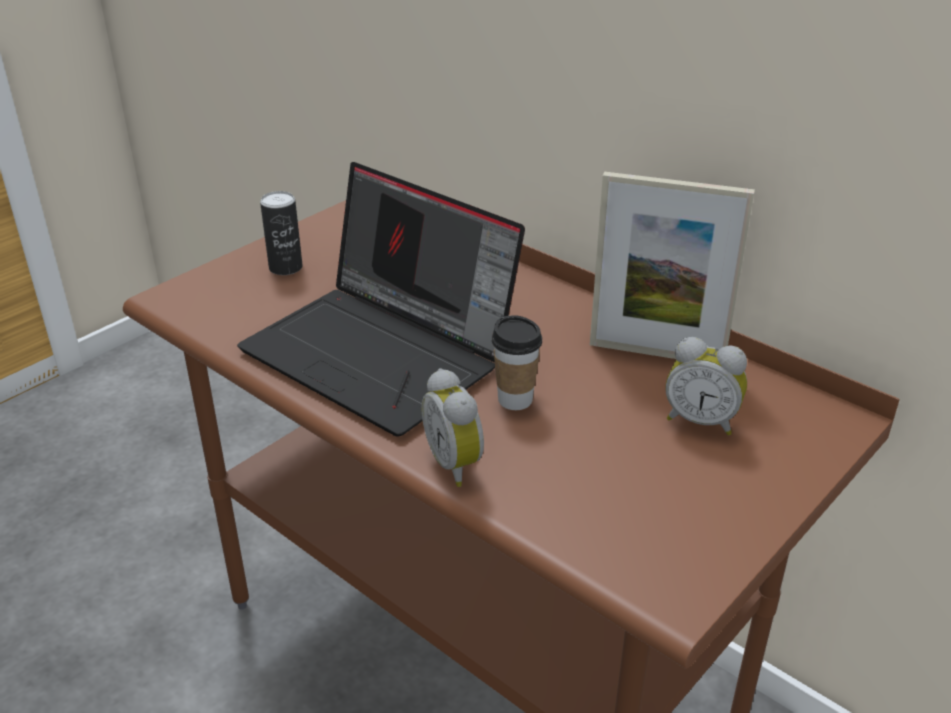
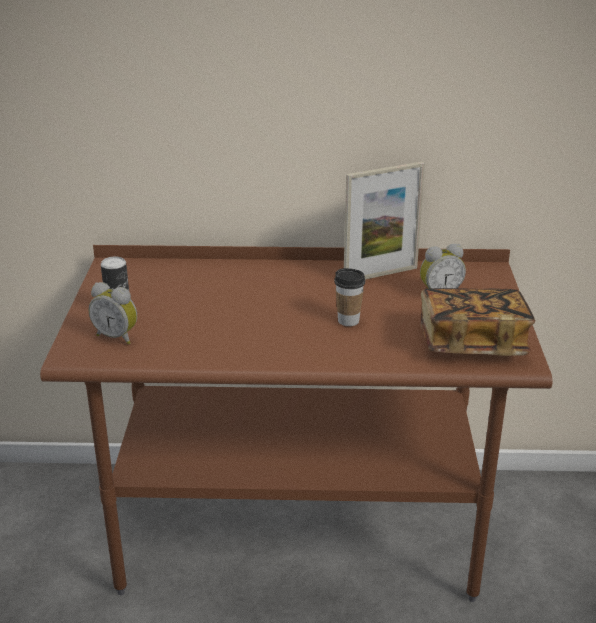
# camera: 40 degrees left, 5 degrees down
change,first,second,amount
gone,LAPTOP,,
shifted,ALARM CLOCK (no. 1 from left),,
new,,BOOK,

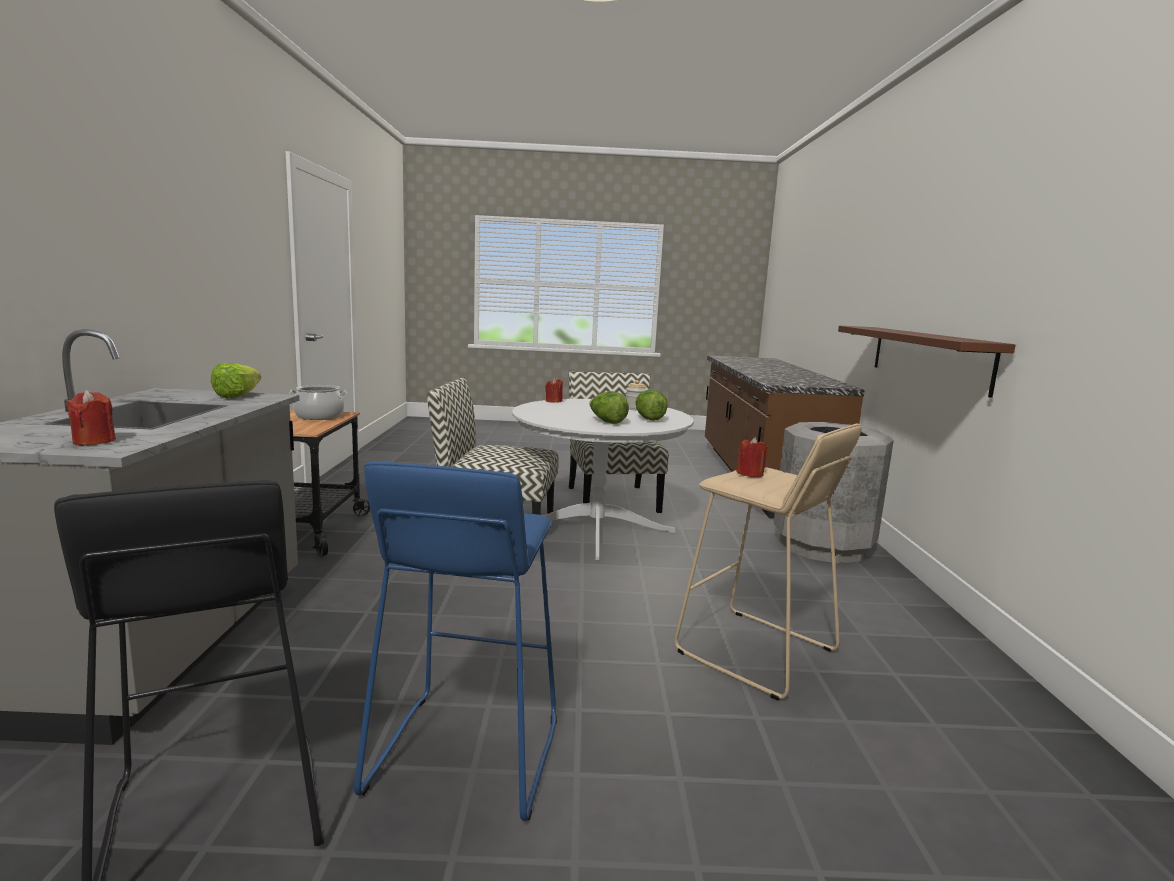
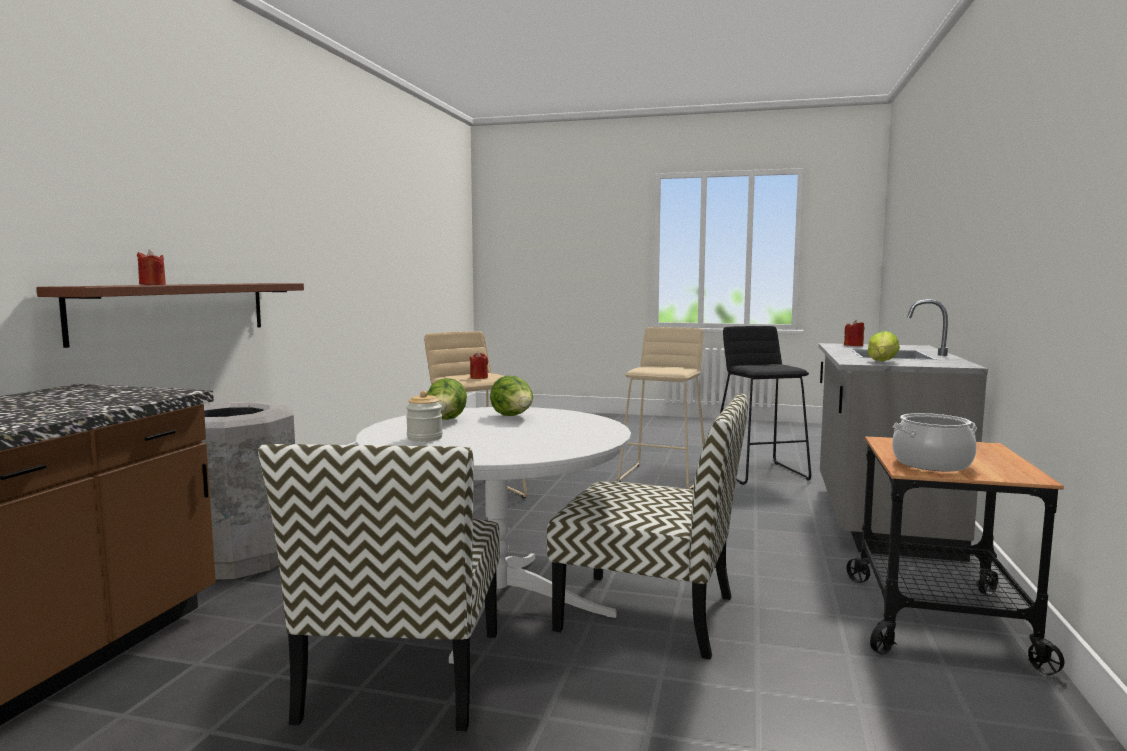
# camera: 165 degrees left, 5 degrees down
change,first,second,amount
shifted,RED CANDLE (no. 2 from left in the first image),RED CANDLE (no. 1 from left),
repainted,BLUE STOOL,BEIGE STOOL (no. 2 from left),

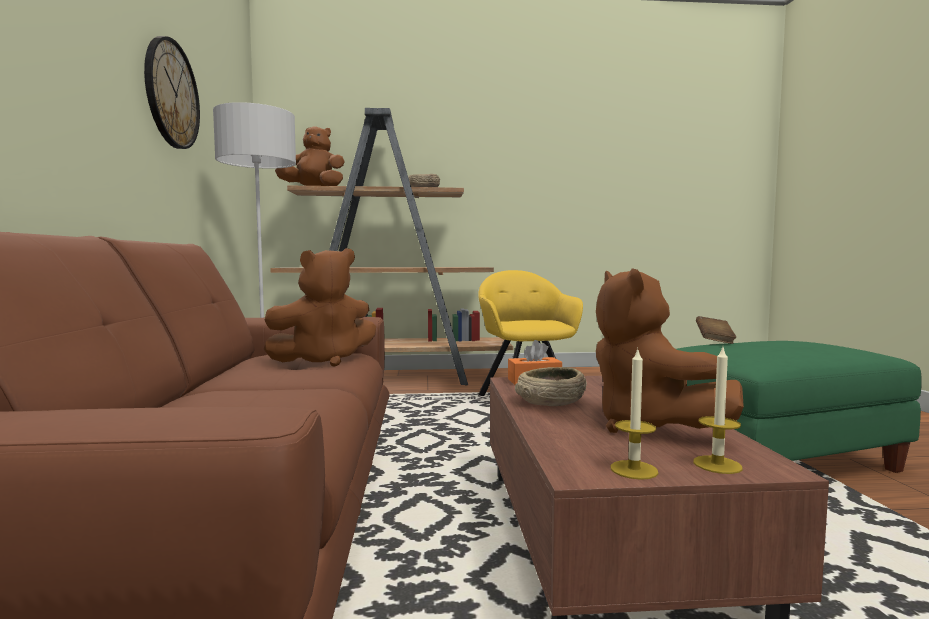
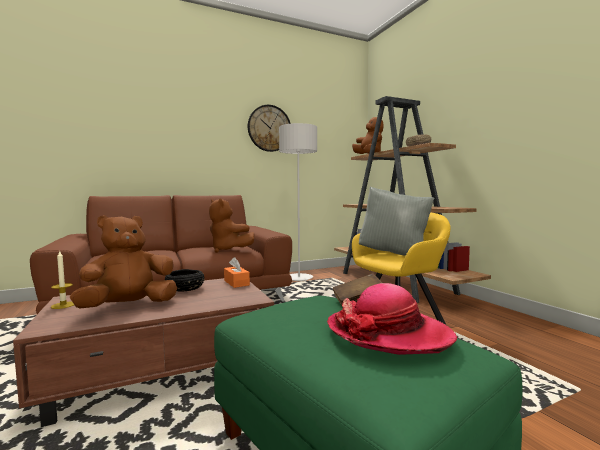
# camera: 70 degrees right, 0 degrees up
change,first,second,amount
gone,CANDLE (no. 2 from left),,
repainted,BEIGE BOWL (no. 2 from left),BLACK BOWL,
new,,GREY PILLOW,
new,,HAT,

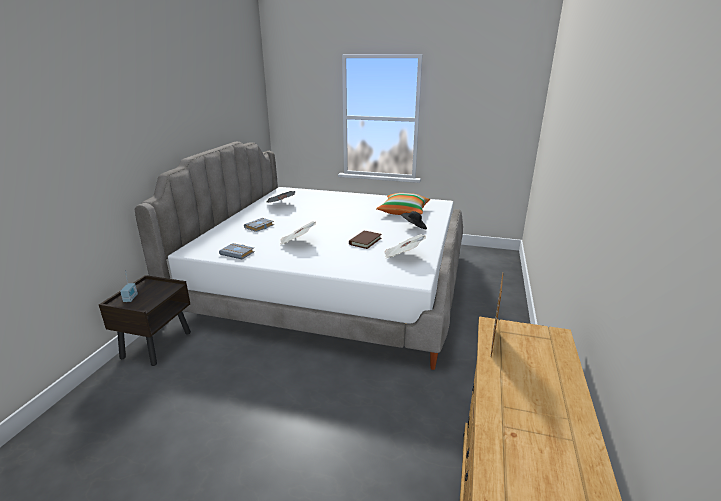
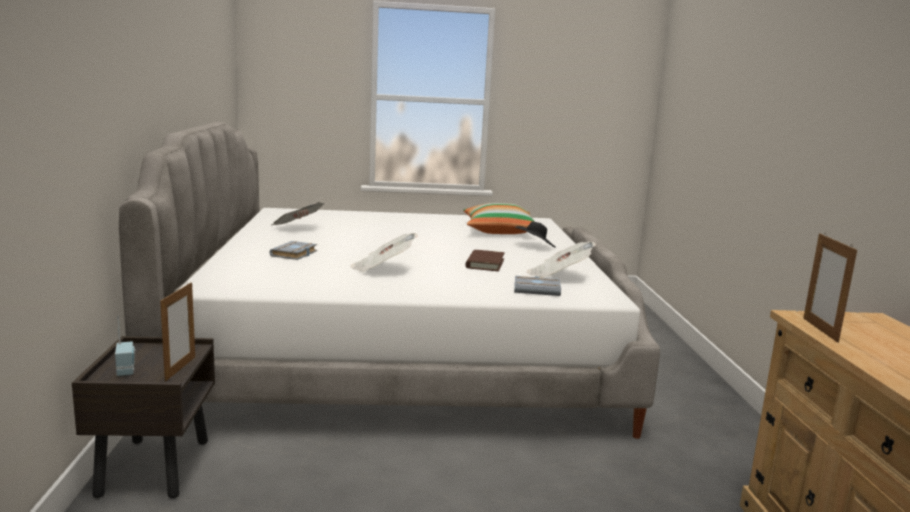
# camera: 20 degrees left, 10 degrees down
change,first,second,amount
shifted,GREY BOOK (no. 1 from left in the first image),GREY BOOK (no. 2 from left),
new,,PICTURE FRAME (no. 1 from left),

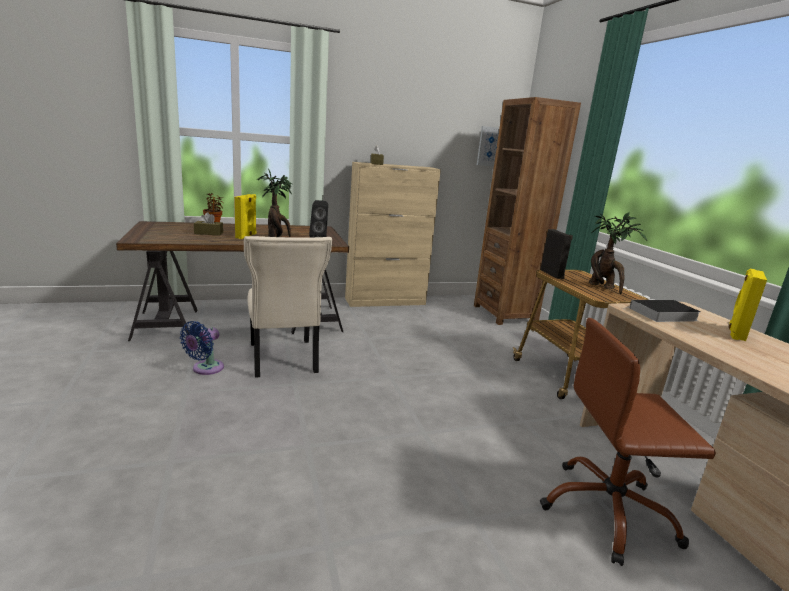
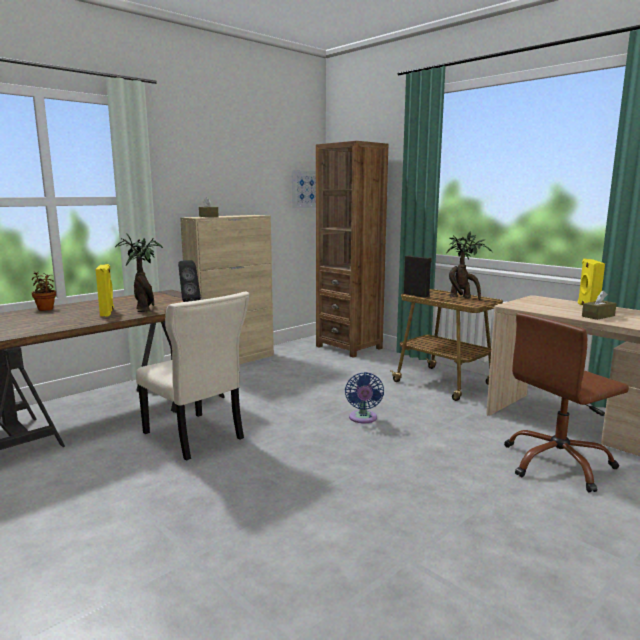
# camera: 25 degrees left, 5 degrees down
change,first,second,amount
shifted,BROWN TISSUE BOX (no. 1 from left in the first image),BROWN TISSUE BOX (no. 2 from left),
gone,BOOK,,
shifted,BLUE FAN,,

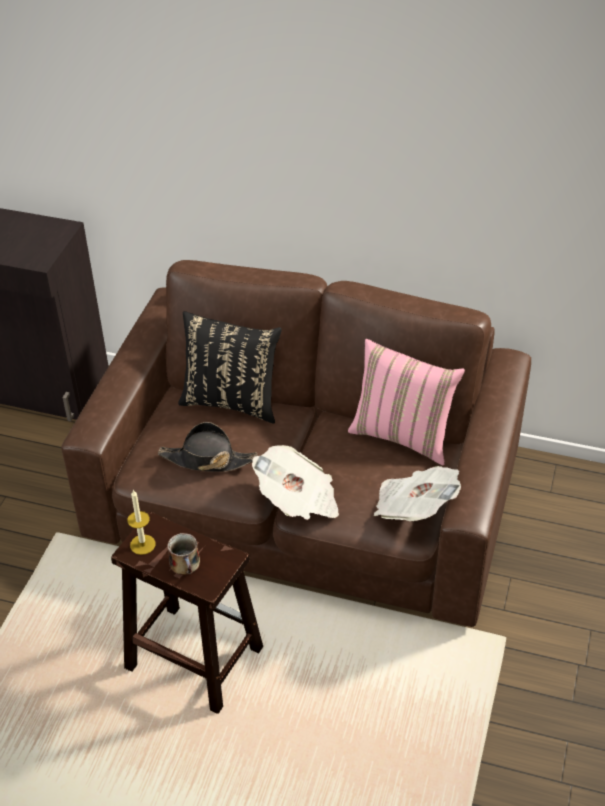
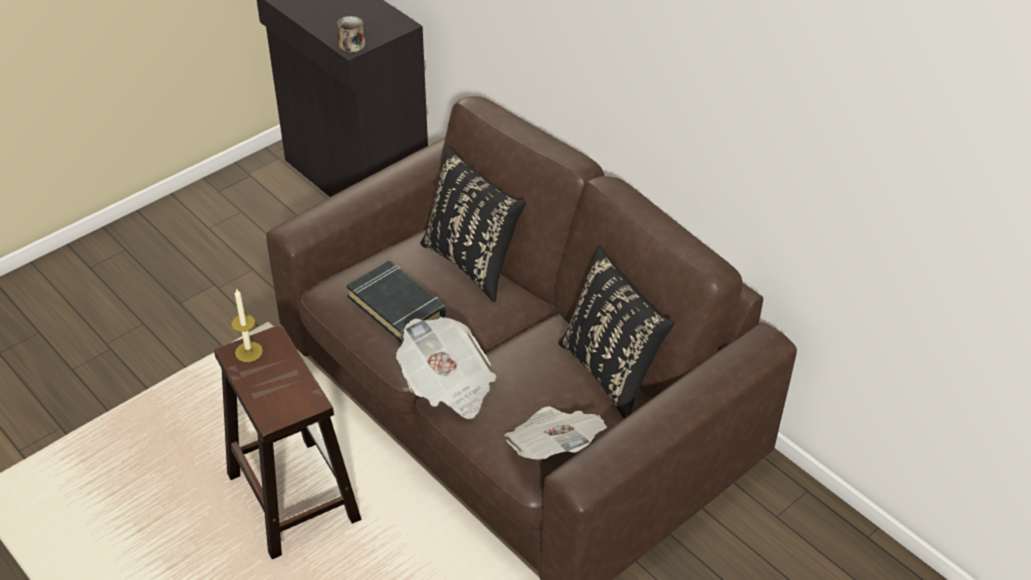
# camera: 30 degrees right, 0 degrees up
change,first,second,amount
repainted,PINK PILLOW,BLACK PILLOW (no. 2 from left),
swapped,BLACK HAT,BLACK BOOK,
shifted,MUG,,

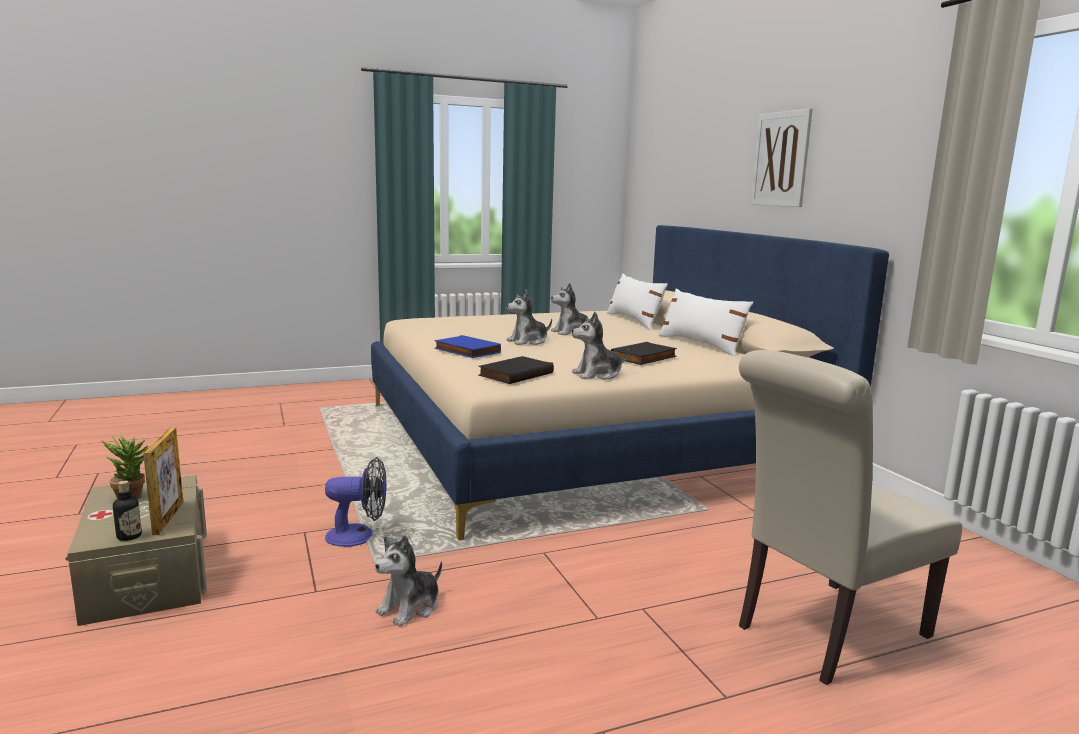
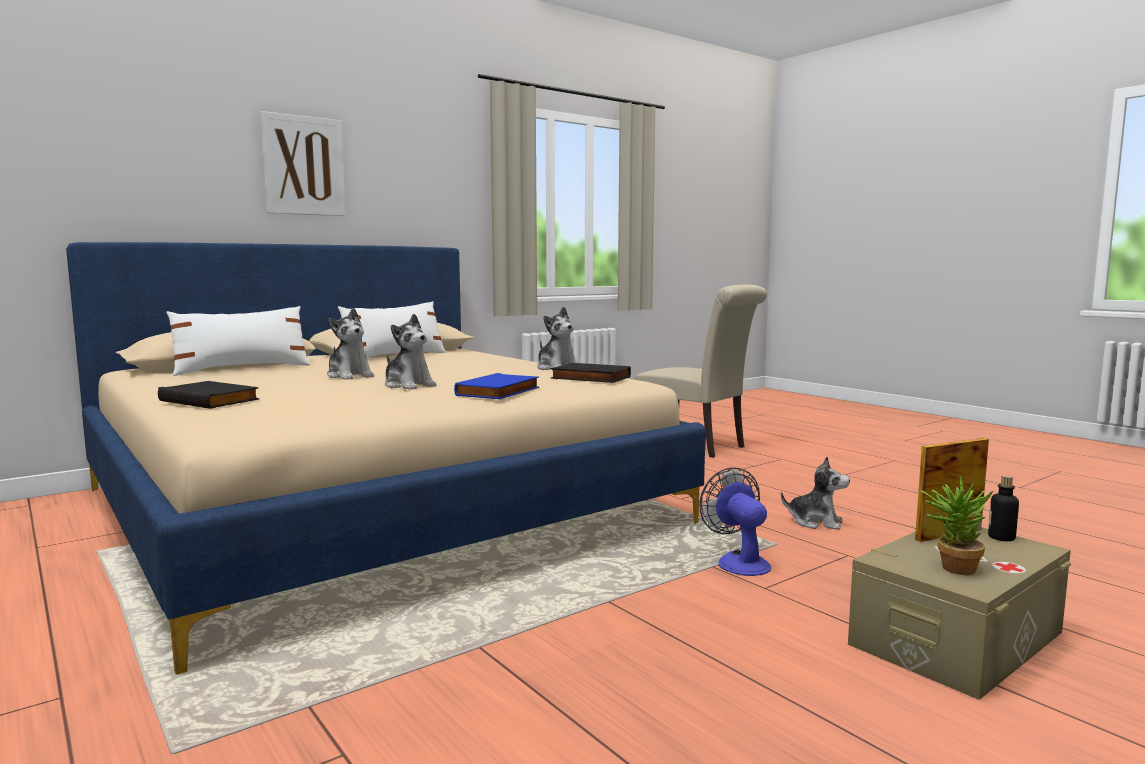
# camera: 105 degrees left, 5 degrees down
change,first,second,amount
shifted,BLACK BOOK (no. 2 from left in the first image),BLACK BOOK (no. 1 from left),

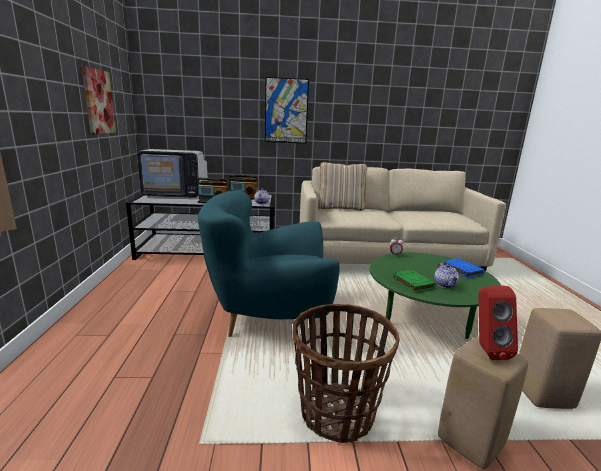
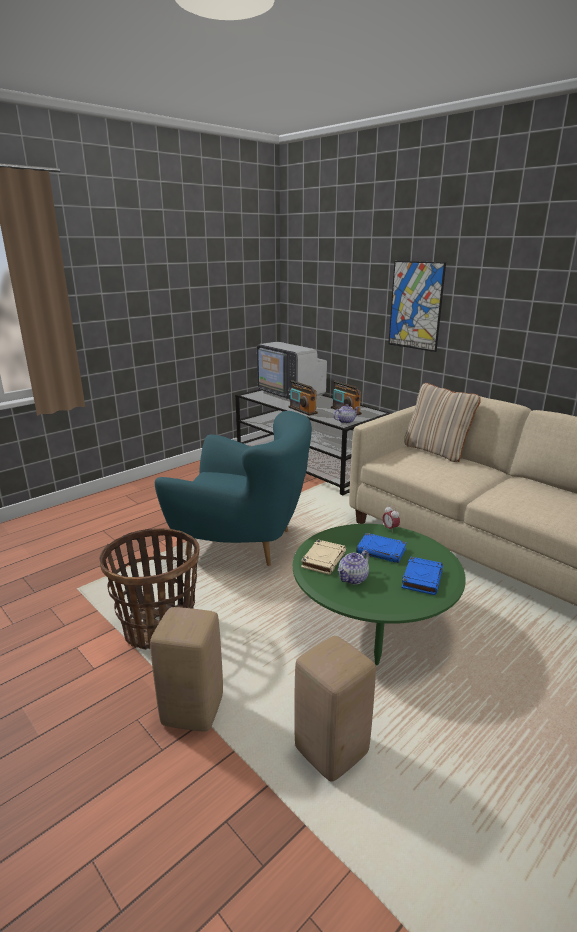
# camera: 50 degrees right, 5 degrees up
change,first,second,amount
gone,PICTURE (no. 1 from left),,
rotated,TURQUOISE ARMCHAIR,,150 degrees clockwise
repainted,GREEN BOOK,BEIGE BOOK,
gone,RED SPEAKER,,
new,,BLUE BOOK (no. 1 from left),

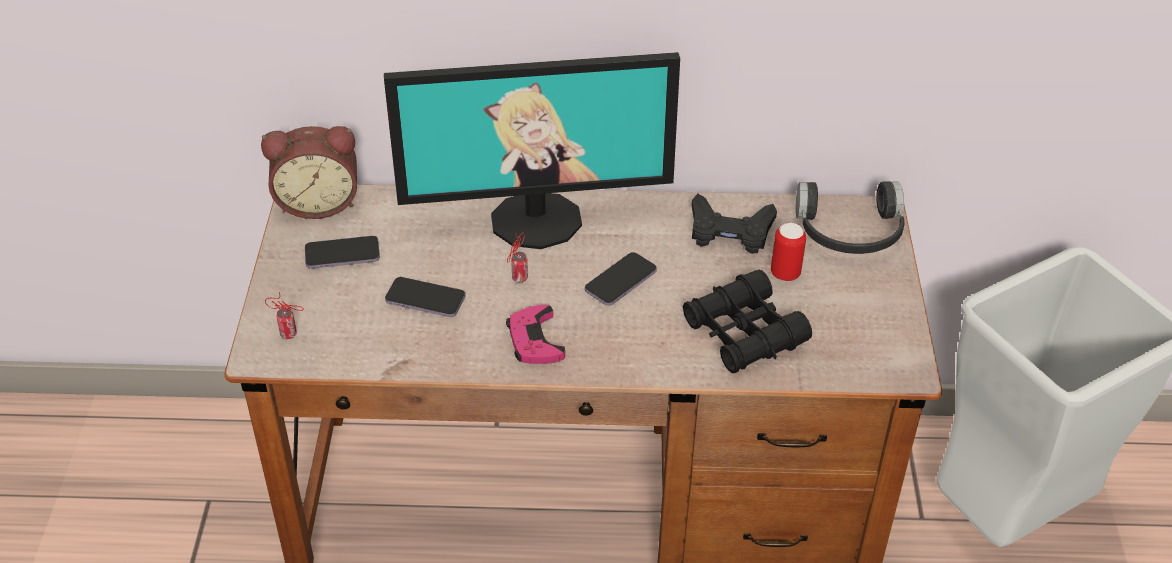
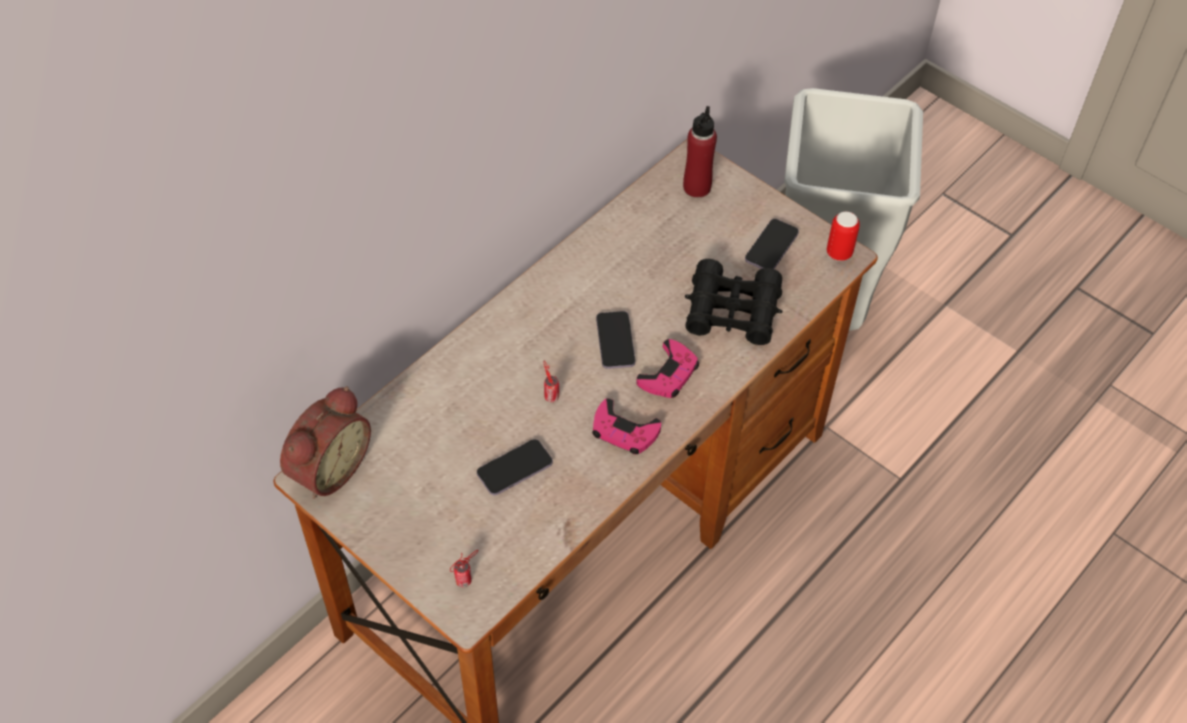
# camera: 50 degrees left, 10 degrees up
change,first,second,amount
gone,MONITOR,,
swapped,BLACK HEADPHONES,RED BOTTLE,
gone,BLACK GAME CONTROLLER,,
shifted,CAN (no. 3 from left),,
shifted,PHONE (no. 1 from left in the first image),PHONE (no. 3 from left),
new,,PINK GAME CONTROLLER (no. 2 from left),

